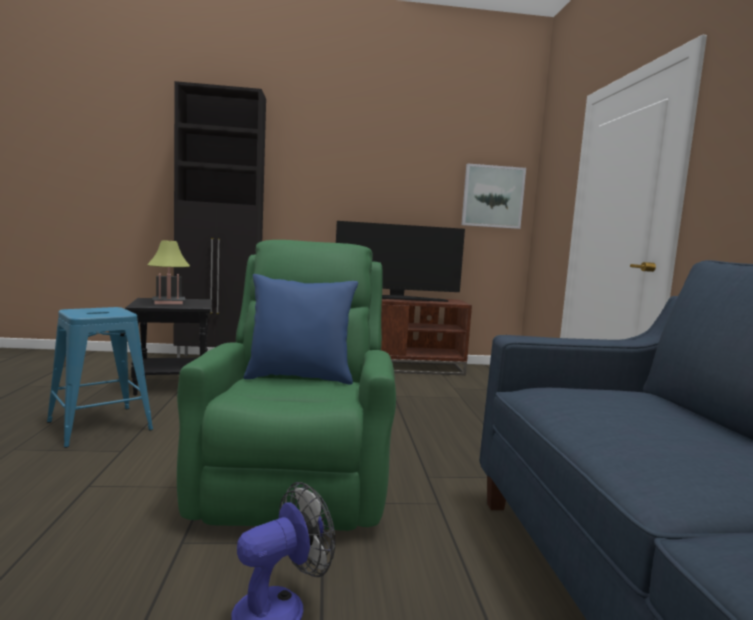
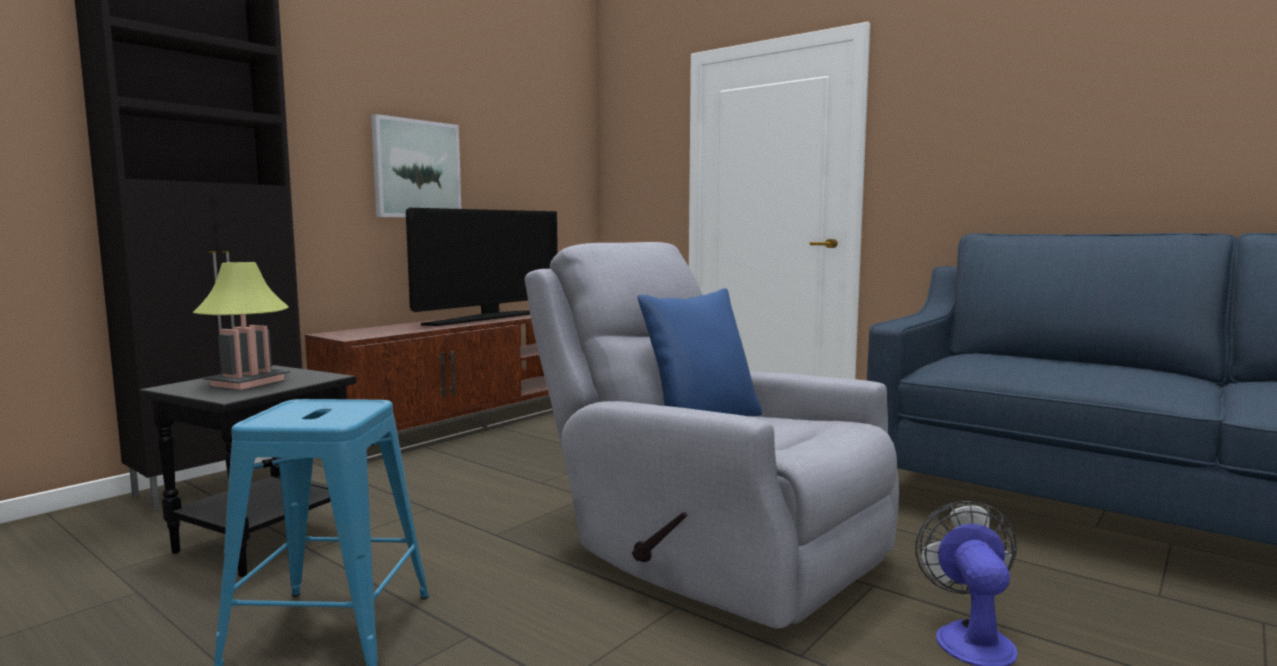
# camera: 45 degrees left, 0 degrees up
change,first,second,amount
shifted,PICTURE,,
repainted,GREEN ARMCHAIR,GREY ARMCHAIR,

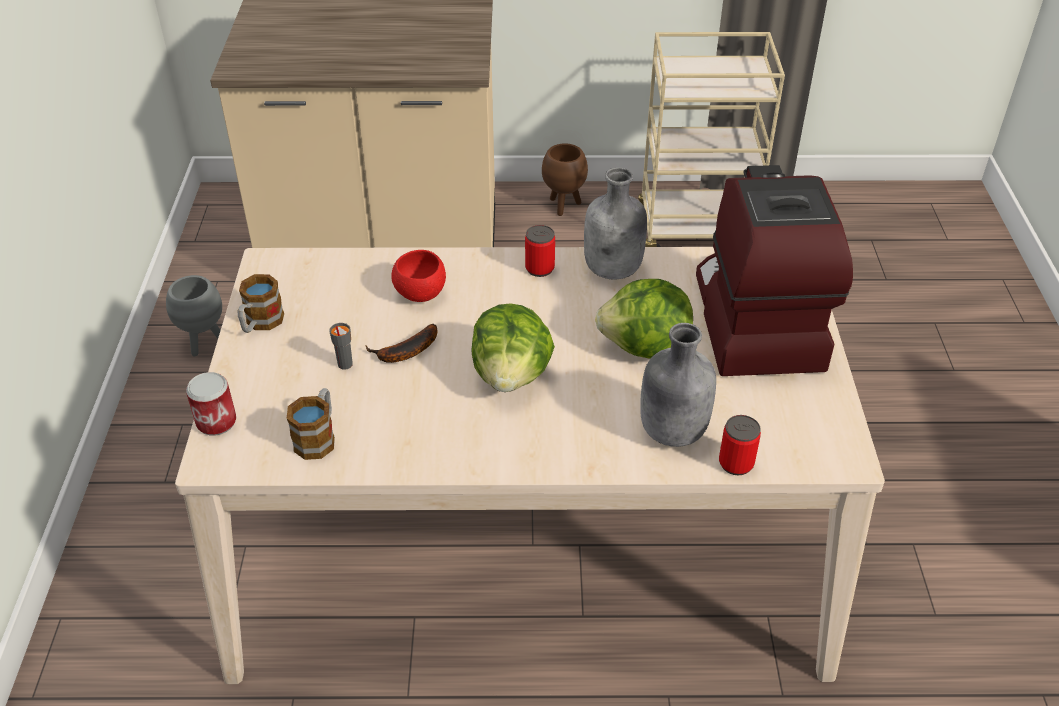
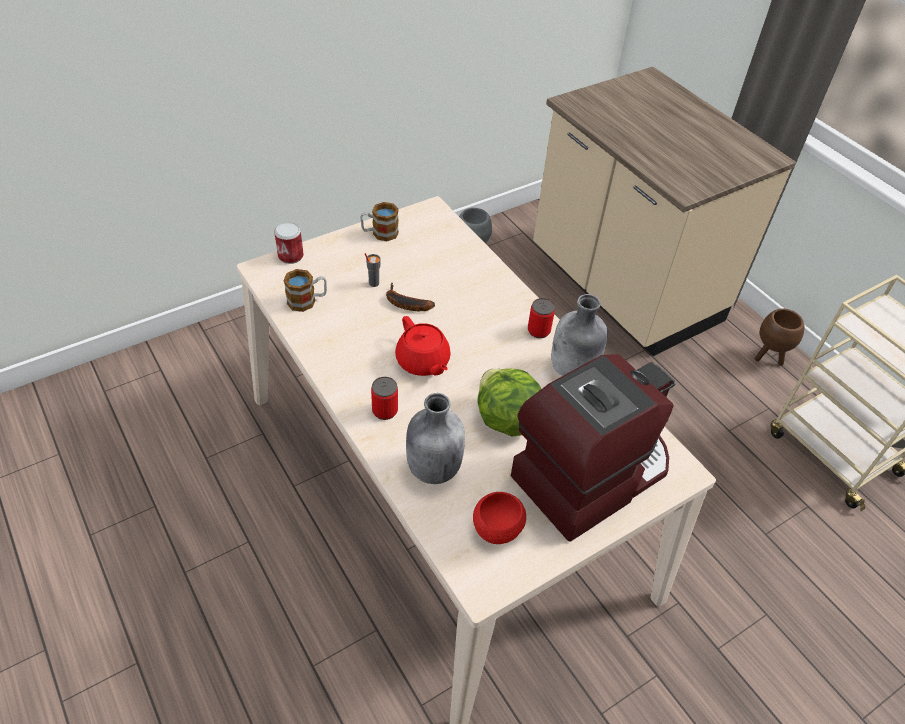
# camera: 55 degrees right, 5 degrees up
change,first,second,amount
shifted,RED BOWL,,
swapped,LETTUCE (no. 1 from left),RED TEAPOT,
shifted,CAN (no. 3 from left in the first image),CAN (no. 2 from left),

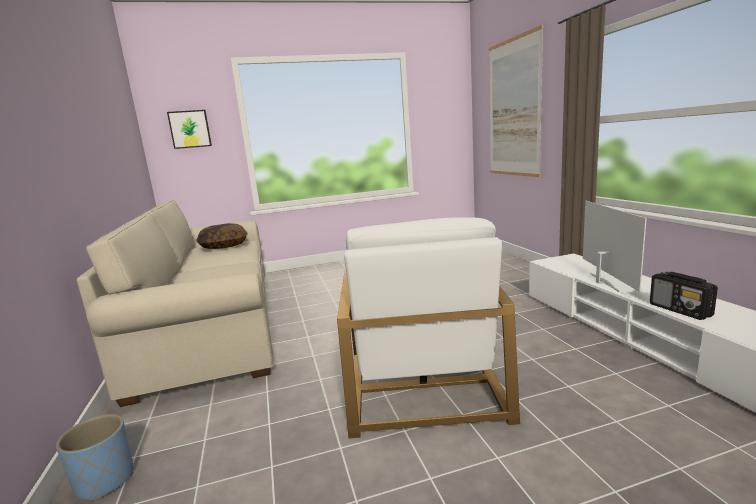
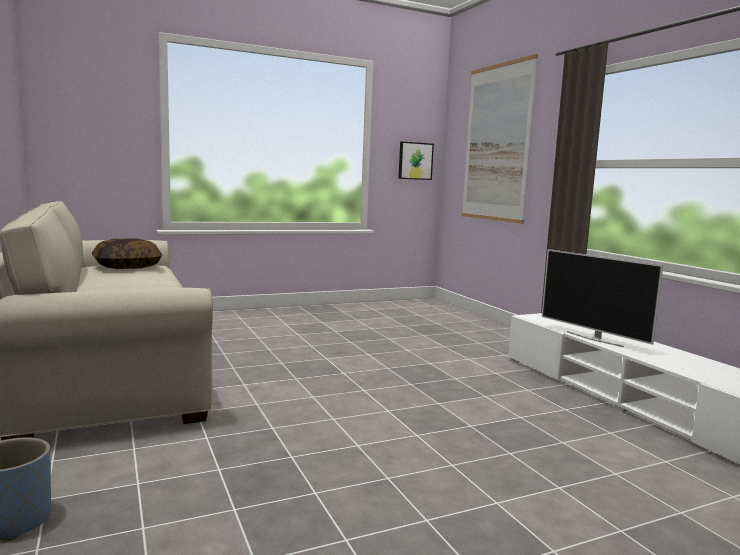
# camera: 10 degrees left, 5 degrees down
change,first,second,amount
shifted,PICTURE (no. 1 from left),,
rotated,TELEVISION,,150 degrees clockwise
gone,WHITE ARMCHAIR,,
gone,RADIO,,

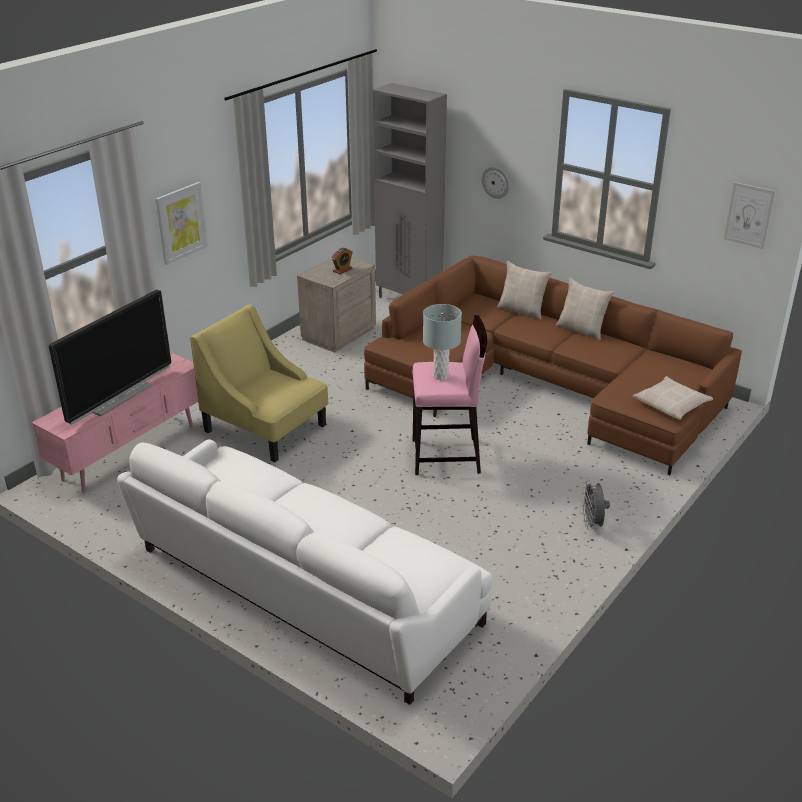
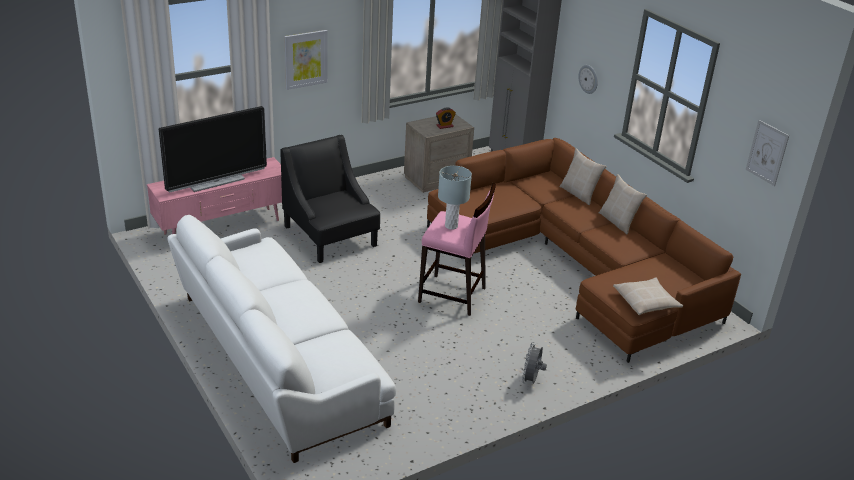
# camera: 20 degrees right, 0 degrees up
change,first,second,amount
repainted,YELLOW ARMCHAIR,BLACK ARMCHAIR,

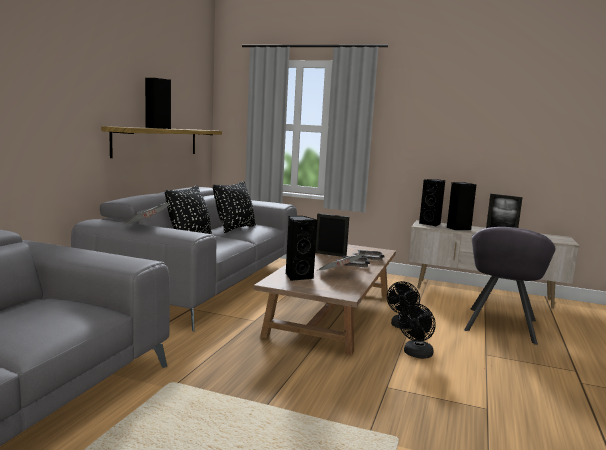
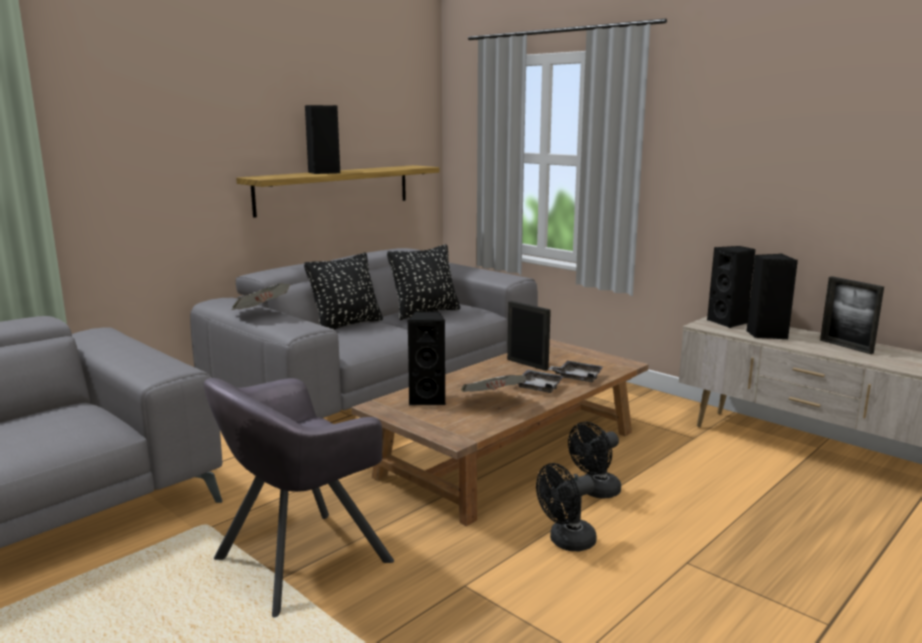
# camera: 25 degrees right, 5 degrees up
change,first,second,amount
shifted,GREY ARMCHAIR,,

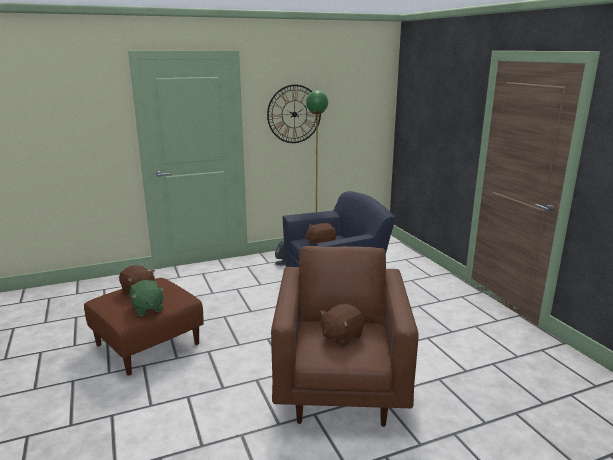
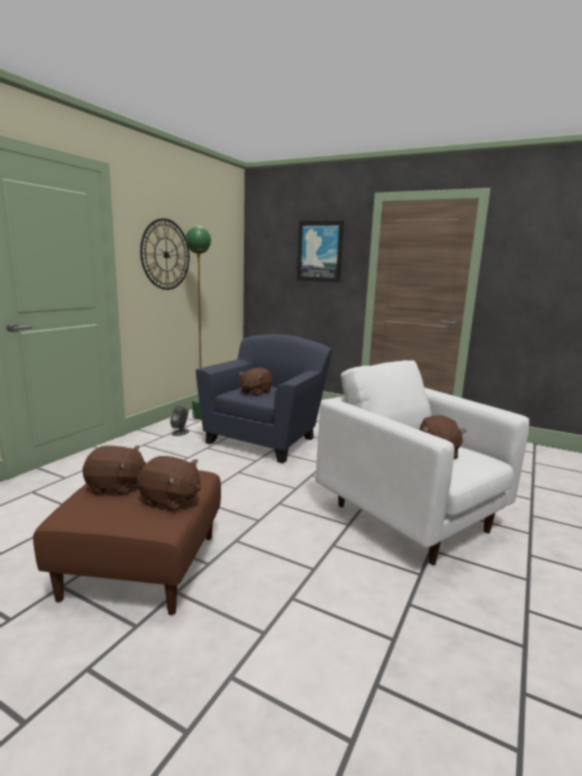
# camera: 40 degrees left, 5 degrees down
change,first,second,amount
repainted,BROWN ARMCHAIR,WHITE ARMCHAIR,
repainted,GREEN PLUSH TOY,BROWN PLUSH TOY (no. 2 from left),
new,,PICTURE,

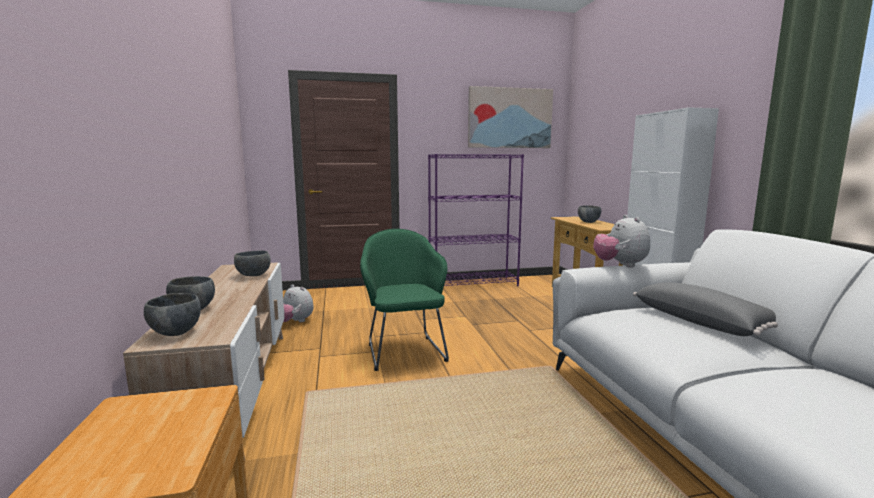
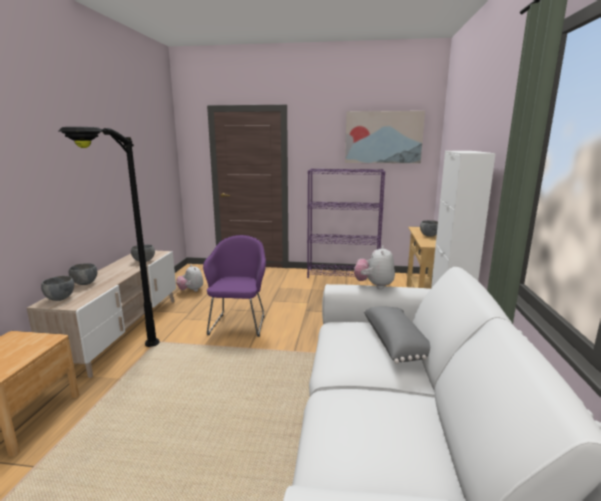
# camera: 20 degrees right, 5 degrees up
change,first,second,amount
repainted,GREEN ARMCHAIR,PURPLE ARMCHAIR,
new,,BLACK FLOOR LAMP,

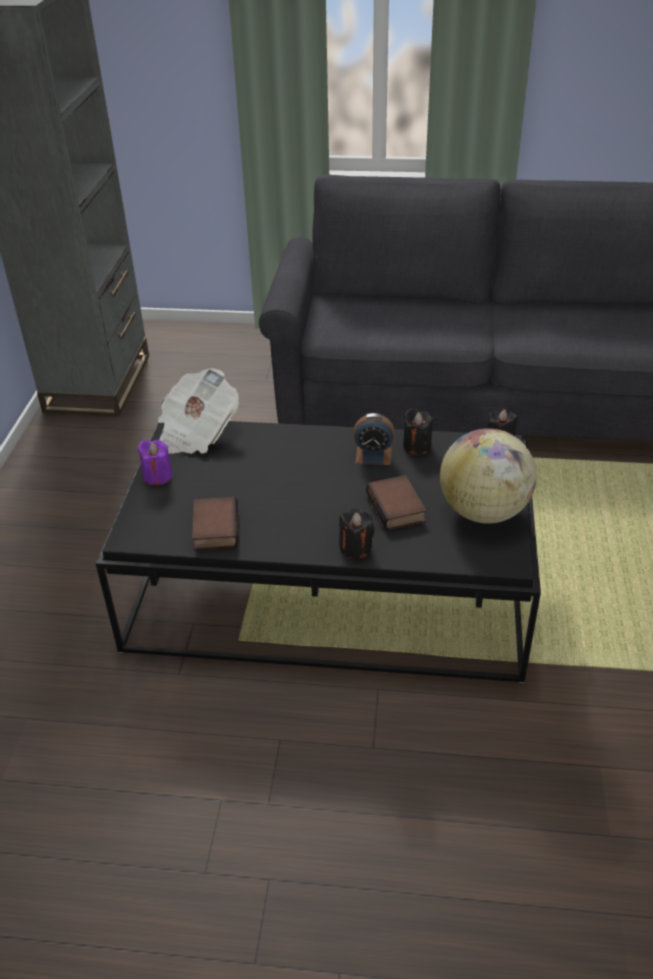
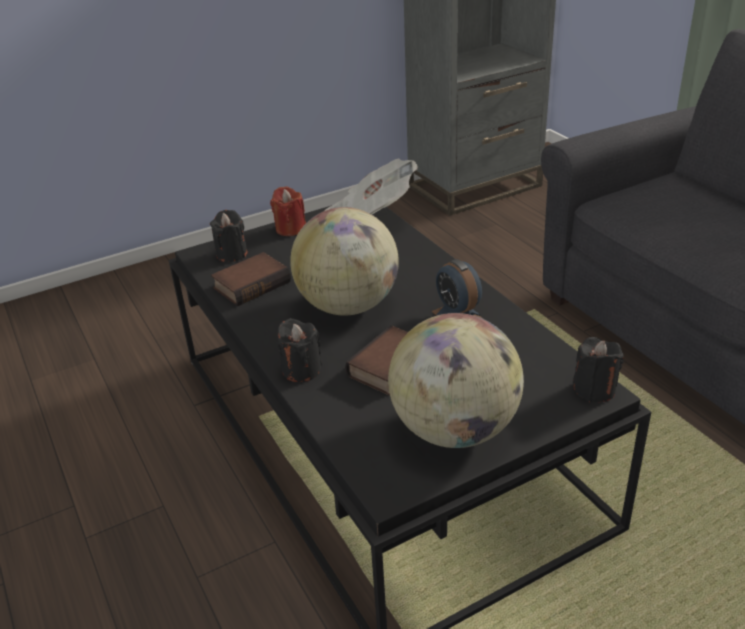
# camera: 55 degrees right, 5 degrees down
change,first,second,amount
shifted,BLACK CANDLE (no. 2 from left in the first image),BLACK CANDLE (no. 1 from left),
repainted,PURPLE CANDLE,RED CANDLE,
new,,GLOBE (no. 1 from left),

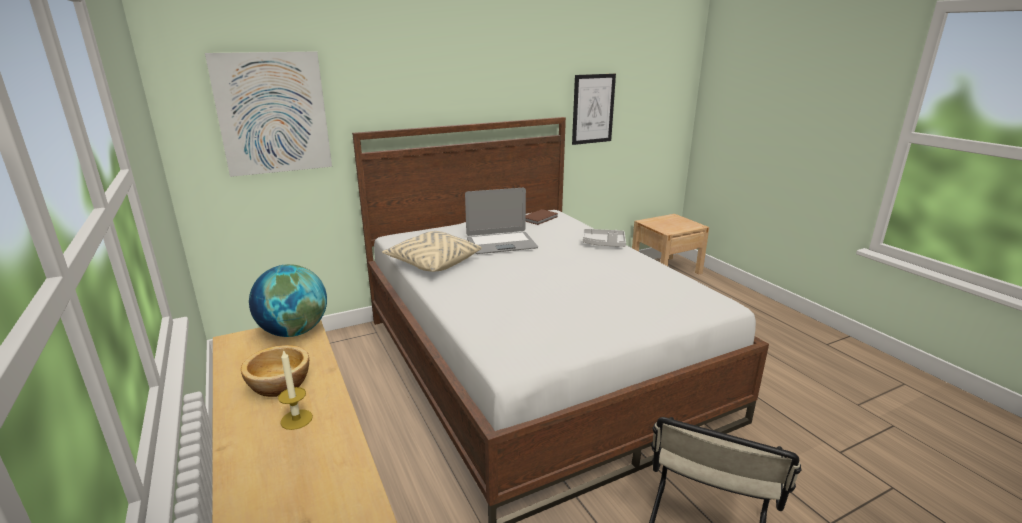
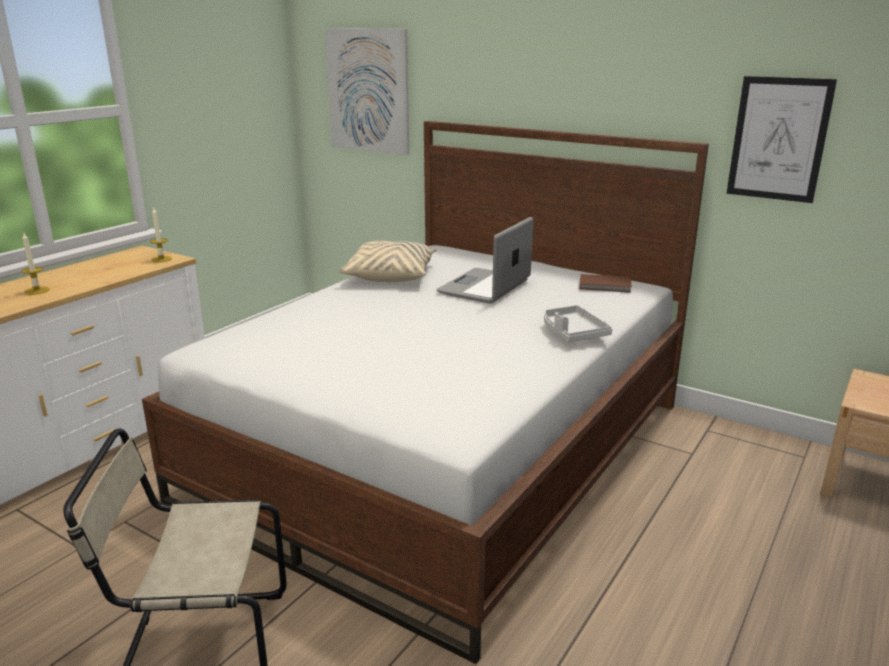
# camera: 60 degrees right, 0 degrees up
change,first,second,amount
rotated,LAPTOP,,75 degrees clockwise
swapped,GLOBE,CANDLE (no. 2 from left),
gone,BOWL,,

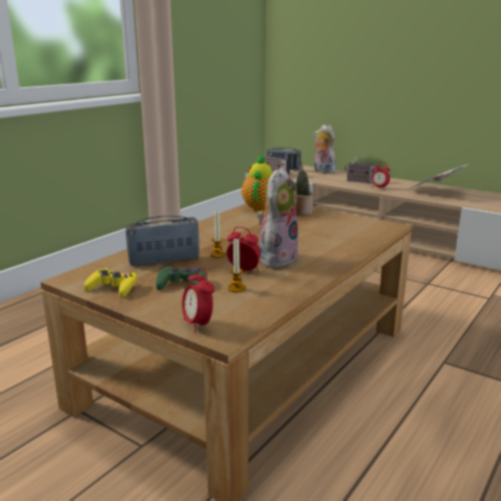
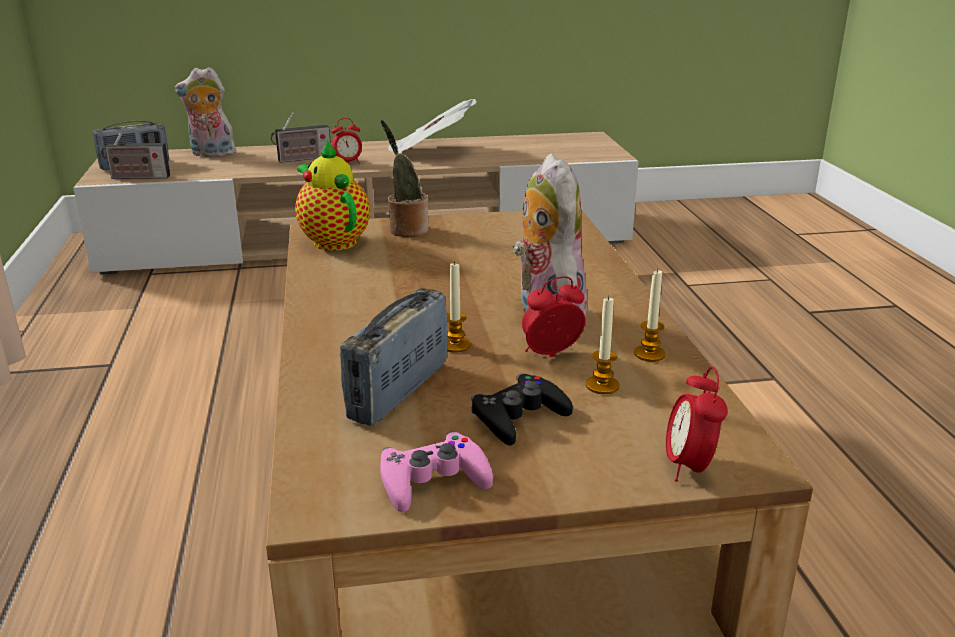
# camera: 45 degrees left, 5 degrees up
change,first,second,amount
repainted,GREEN GAME CONTROLLER,BLACK GAME CONTROLLER,
rotated,ALARM CLOCK (no. 1 from left in the first image),ALARM CLOCK (no. 3 from left),75 degrees clockwise
repainted,YELLOW GAME CONTROLLER,PINK GAME CONTROLLER,
new,,CANDLE (no. 3 from left),

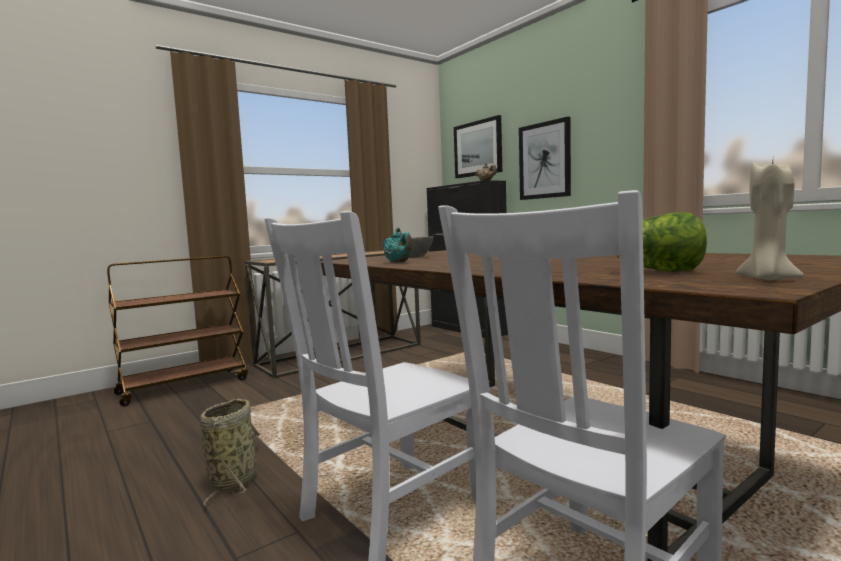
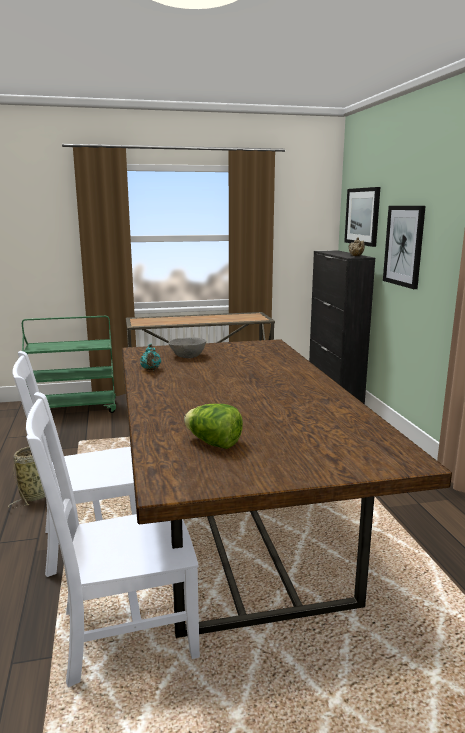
# camera: 25 degrees right, 10 degrees up
change,first,second,amount
gone,BEIGE CANDLE,,
repainted,BROWN CART,GREEN CART,

